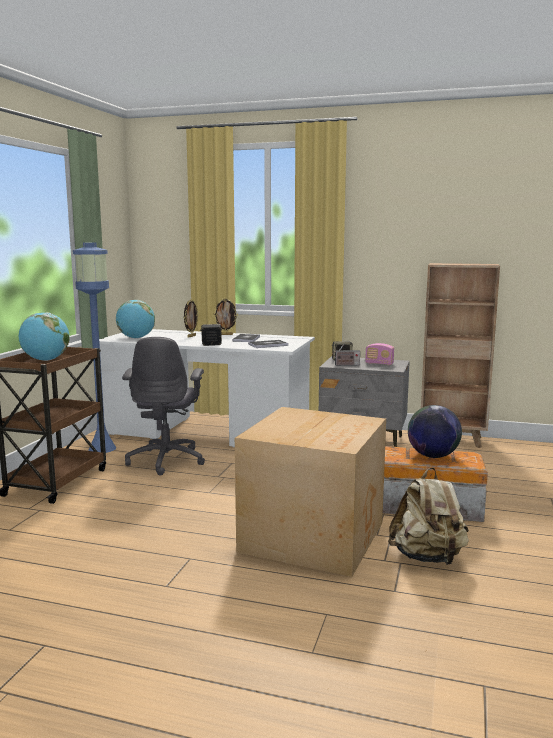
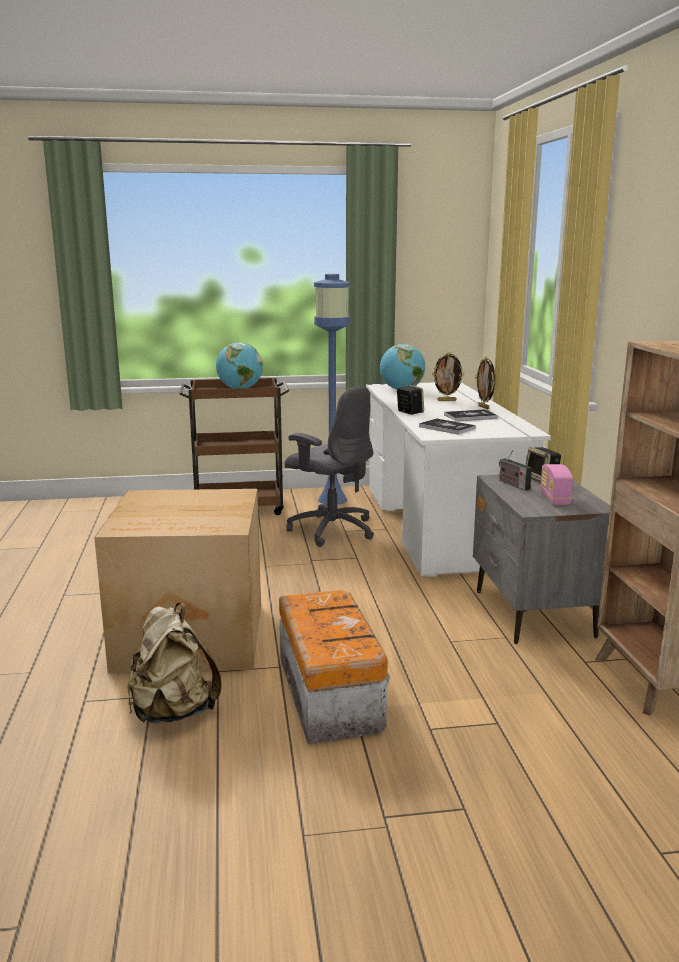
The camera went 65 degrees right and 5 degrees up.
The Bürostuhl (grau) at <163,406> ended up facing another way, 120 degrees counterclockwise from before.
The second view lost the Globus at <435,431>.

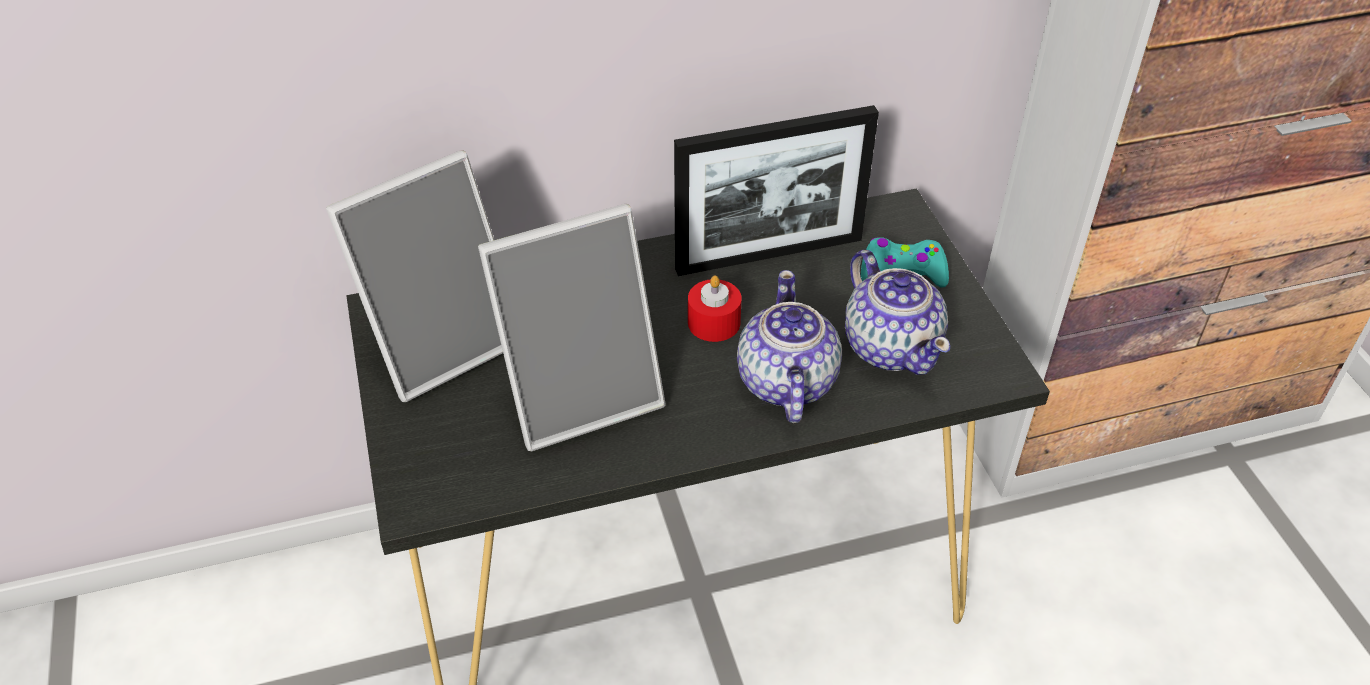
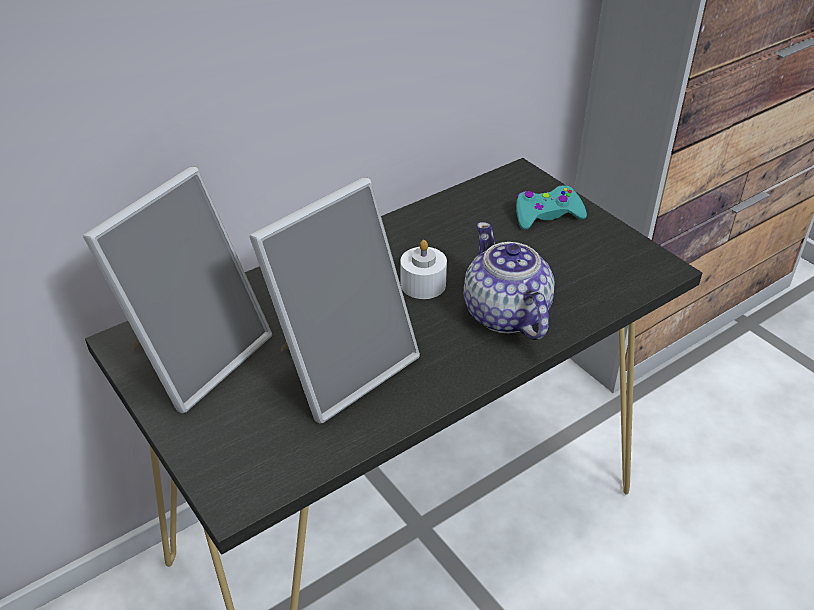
The camera went 20 degrees left and 5 degrees down.
What was the Kerze (rot) at <714,308> turned into the Kerze (weiß) at <423,269>.
The second view lost the Bilderrahmen at <776,190>.
The second view lost the Teekanne at <897,312>.

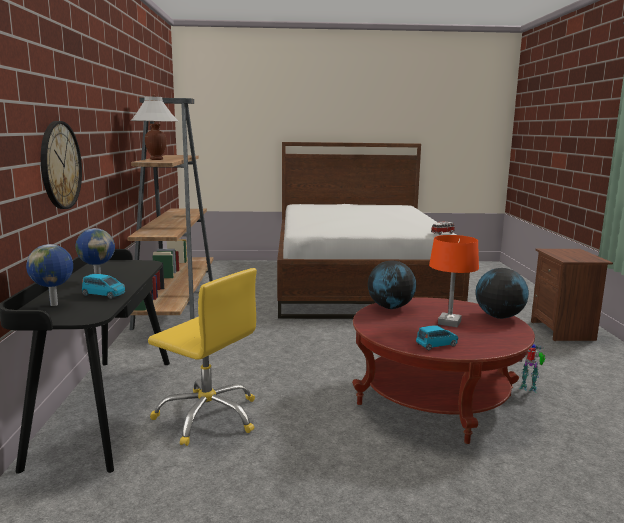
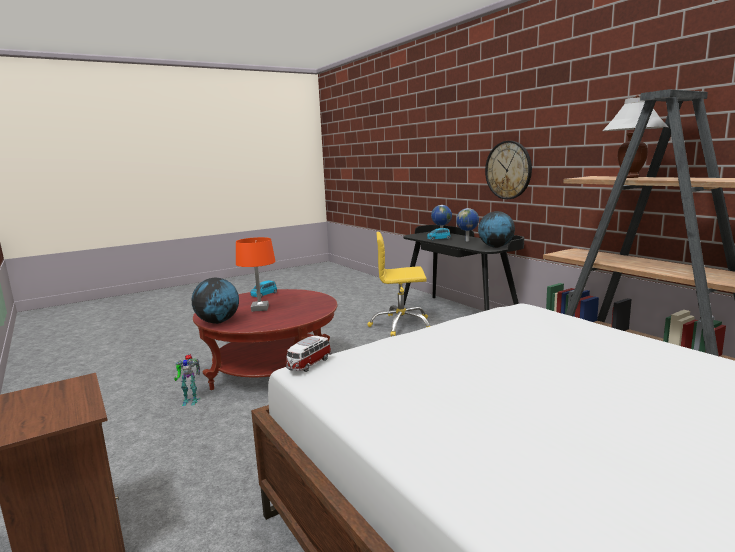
The camera went 150 degrees right and 0 degrees up.
The Globus ended up elsewhere, having gone from <392,284> to <496,229>.

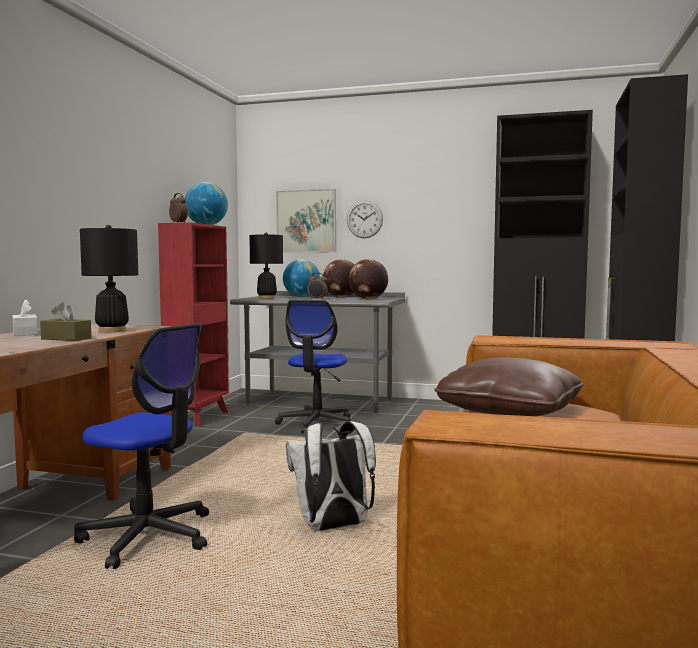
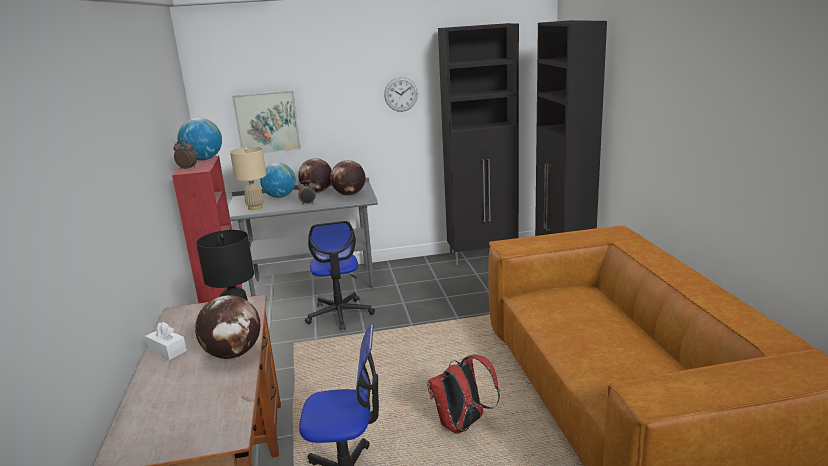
The camera went 25 degrees left and 15 degrees up.
Where the Taschentuchbox (braun) stood at <66,321>, the Globus came to stand at <227,327>.
What was the Tischlampe (schwarz) at <266,265> turned into the Tischlampe (beige) at <248,178>.
The Wanduhr ended up elsewhere, having gone from <365,219> to <401,94>.
What was the Rucksack (weiß) at <331,476> turned into the Rucksack (rot) at <463,394>.
The second view lost the Kissen (braun) at <509,386>.

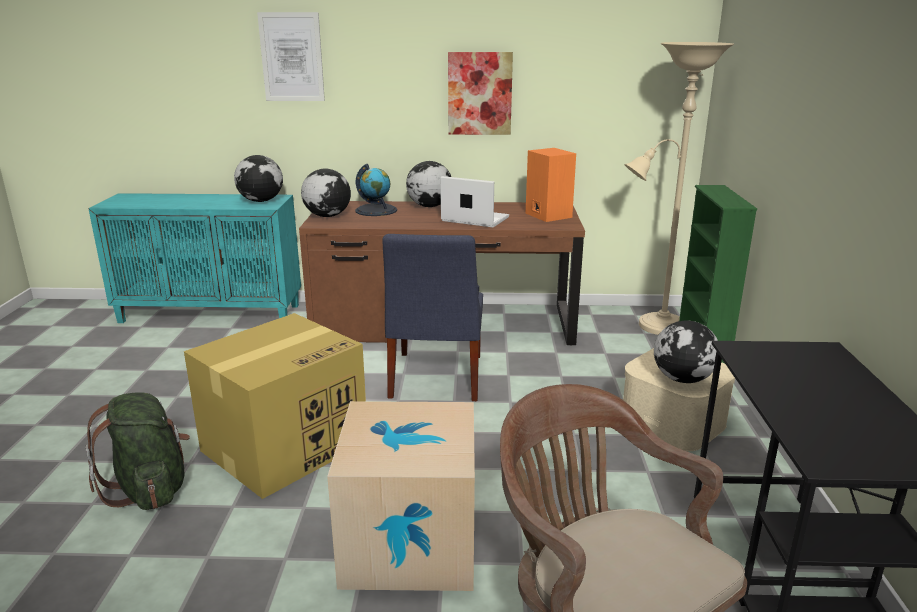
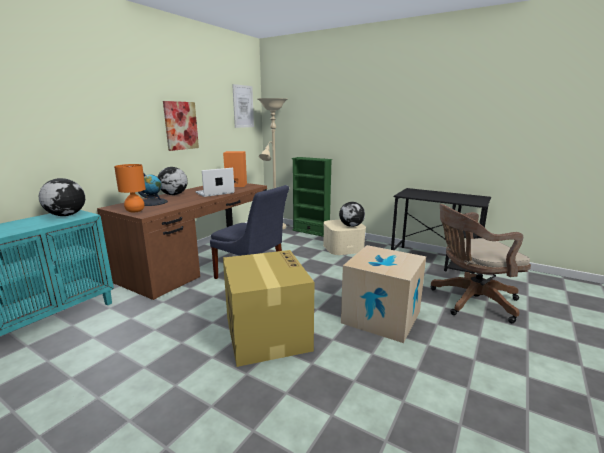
The camera went 60 degrees left and 5 degrees down.
Where the Globus stood at <326,193>, the Tischlampe (orange) came to stand at <130,188>.
The Bild ended up elsewhere, having gone from <291,56> to <243,106>.
The second view lost the Rucksack (grün) at <137,451>.

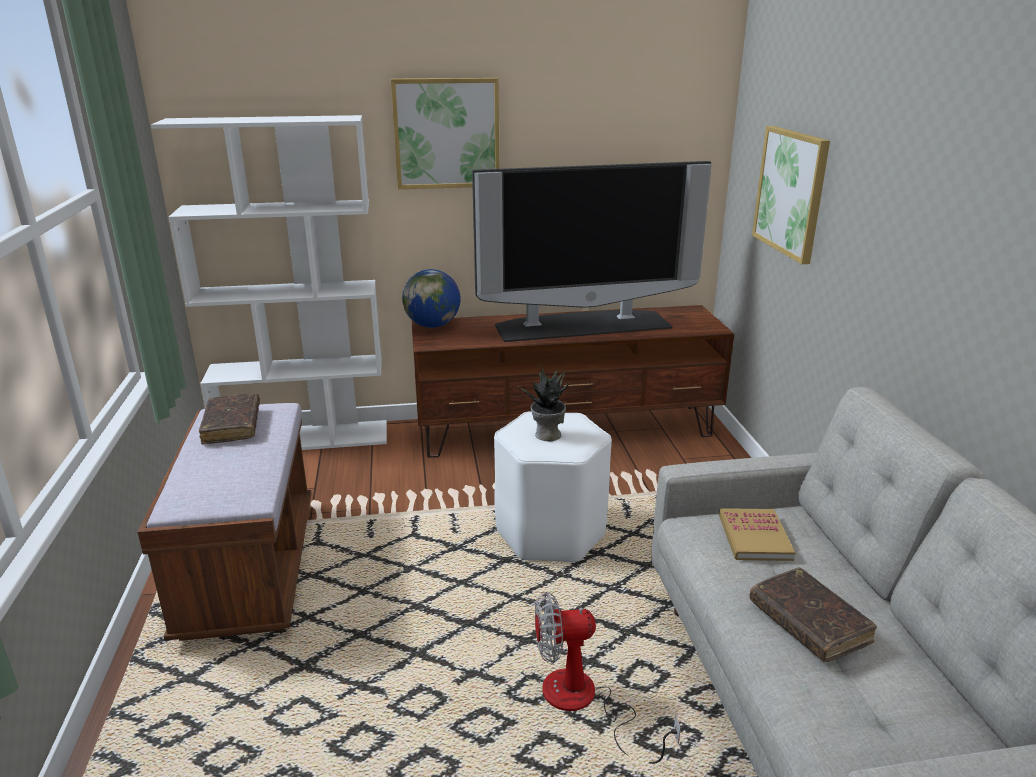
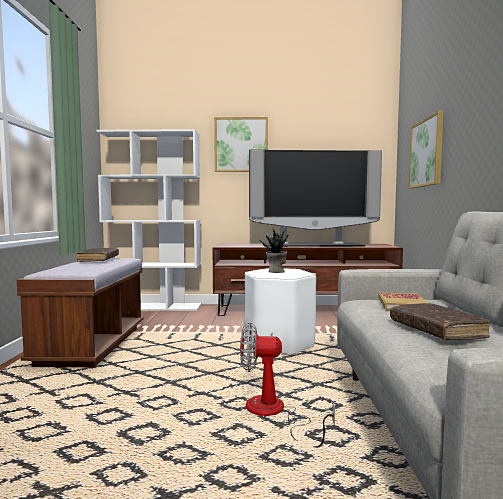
The camera went 10 degrees right and 20 degrees down.
The second view lost the Globus at <431,298>.

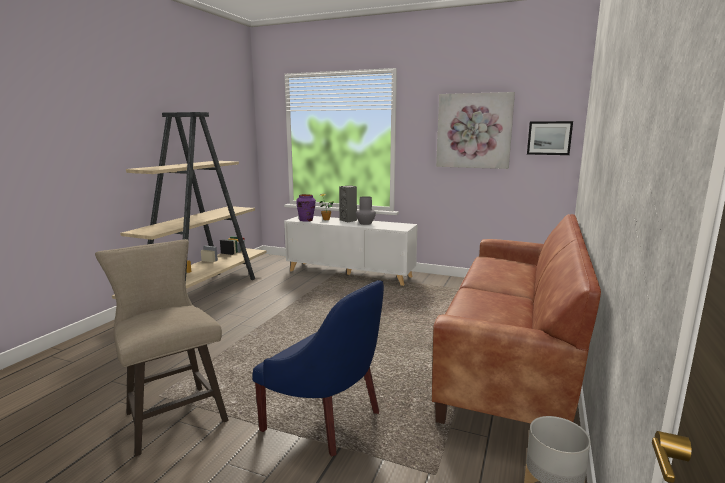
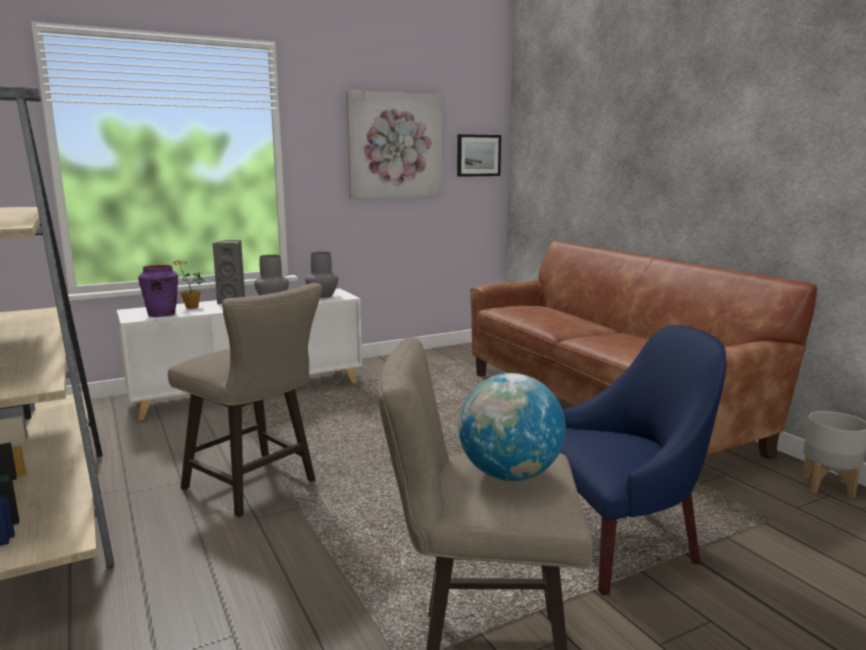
The camera went 50 degrees left and 0 degrees up.
The second view gained the Hocker (beige) at <245,400>.
The second view gained the Vase (grau) at <321,275>.
The second view gained the Globus at <512,427>.

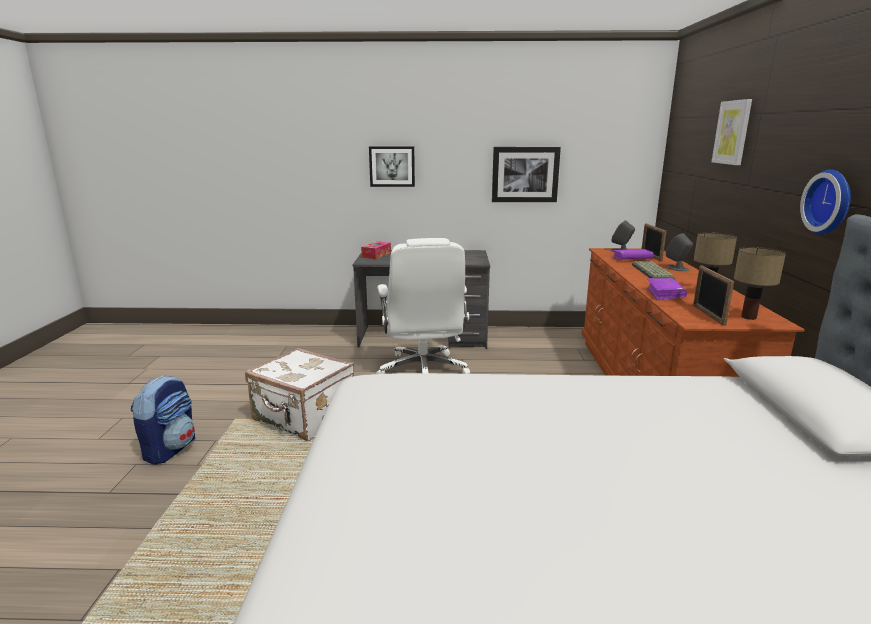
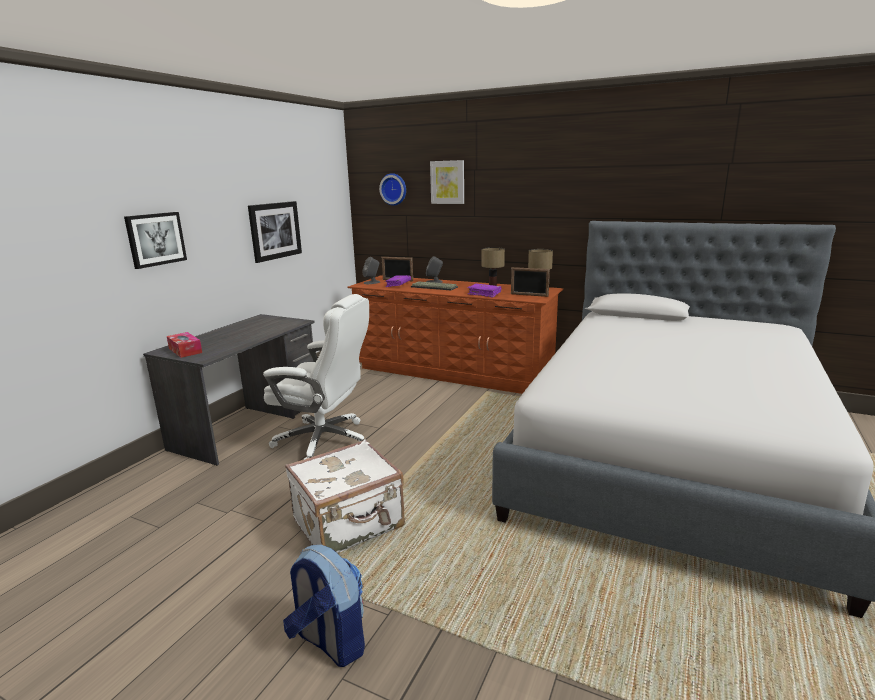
The camera went 65 degrees left and 0 degrees up.
The Wanduhr ended up elsewhere, having gone from <825,202> to <392,189>.

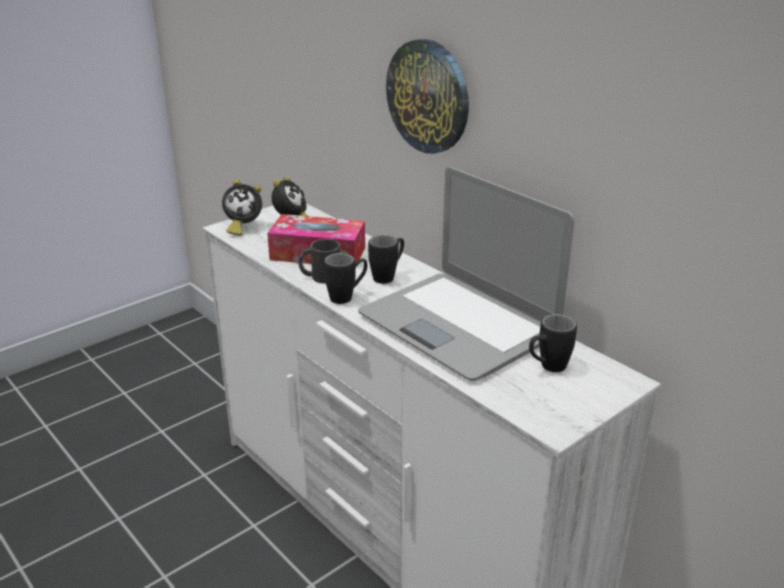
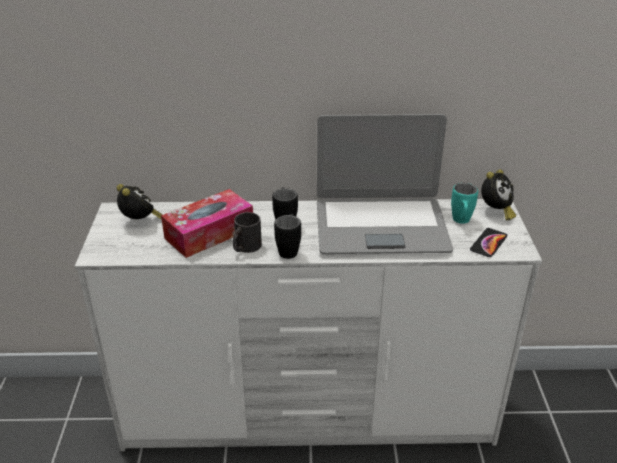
The camera went 50 degrees left and 5 degrees up.
What was the Henkelbecher (schwarz) at <553,343> turned into the Henkelbecher (türkis) at <464,203>.
The second view gained the Handy at <488,242>.
The Wecker ended up elsewhere, having gone from <242,207> to <498,194>.
The second view lost the Wanduhr at <427,96>.

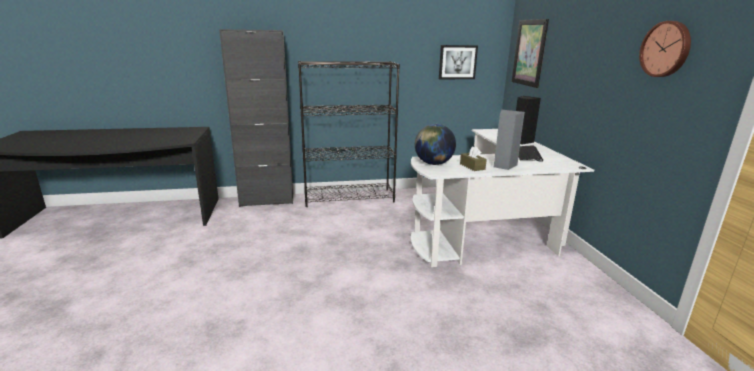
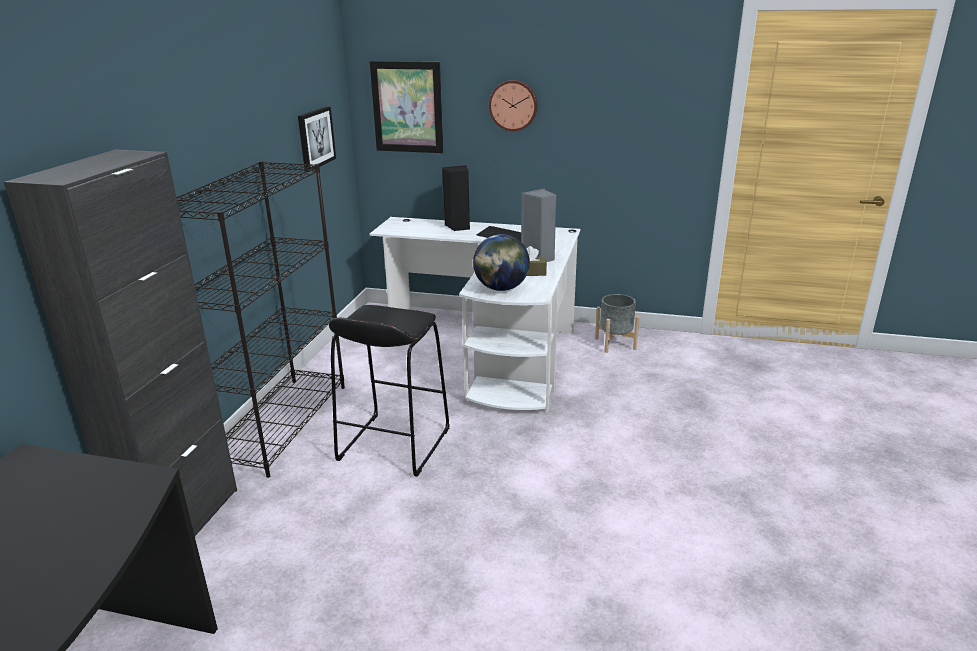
The camera went 65 degrees left and 5 degrees up.
The second view gained the Hocker (schwarz) at <389,391>.
The Wanduhr ended up elsewhere, having gone from <665,49> to <513,105>.
The second view gained the Pflanzkübel (grau) at <617,323>.

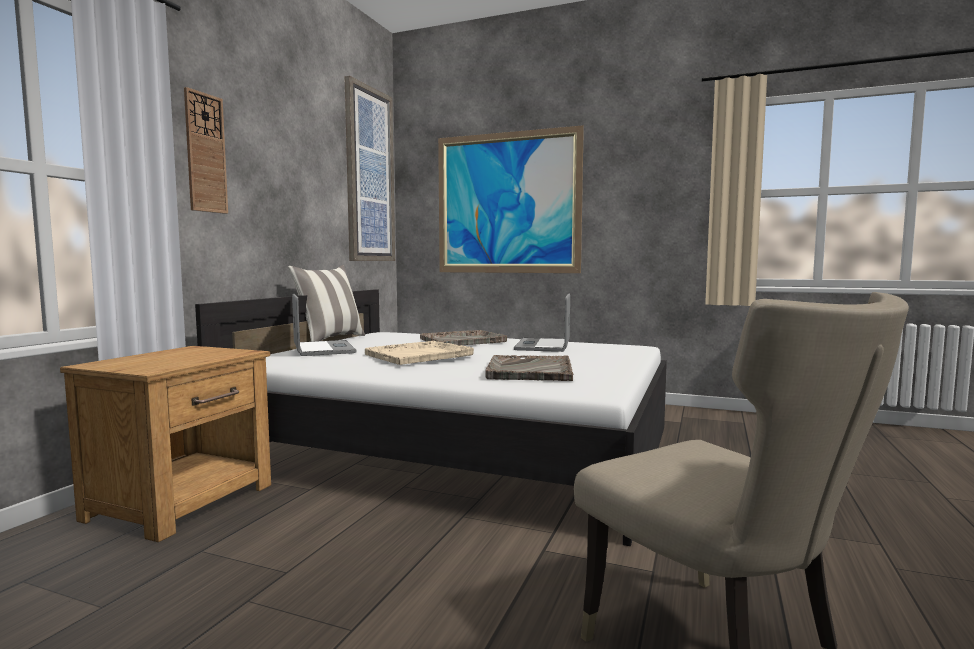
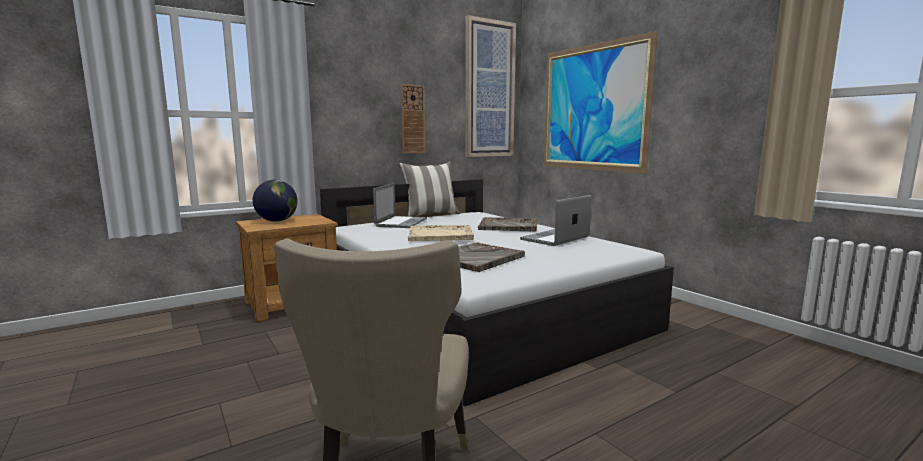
The camera went 35 degrees right and 5 degrees up.
The second view gained the Globus at <275,201>.
The Wanduhr ended up elsewhere, having gone from <206,150> to <413,118>.

